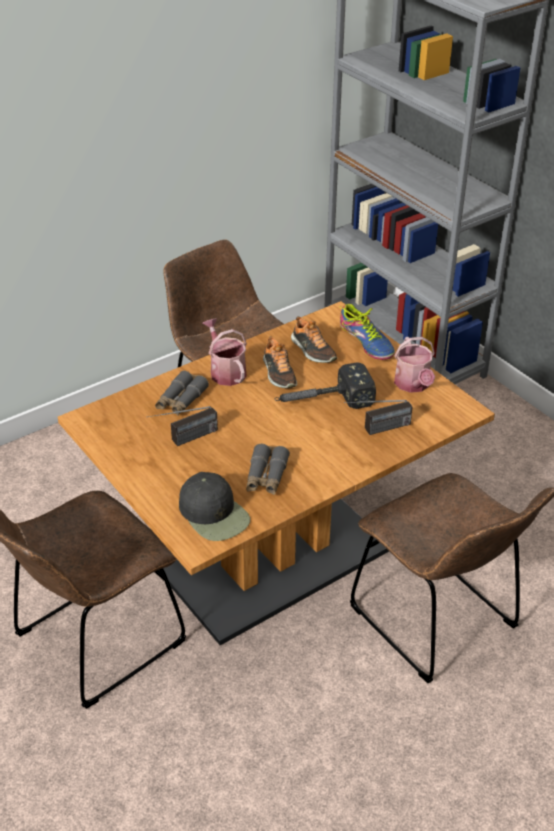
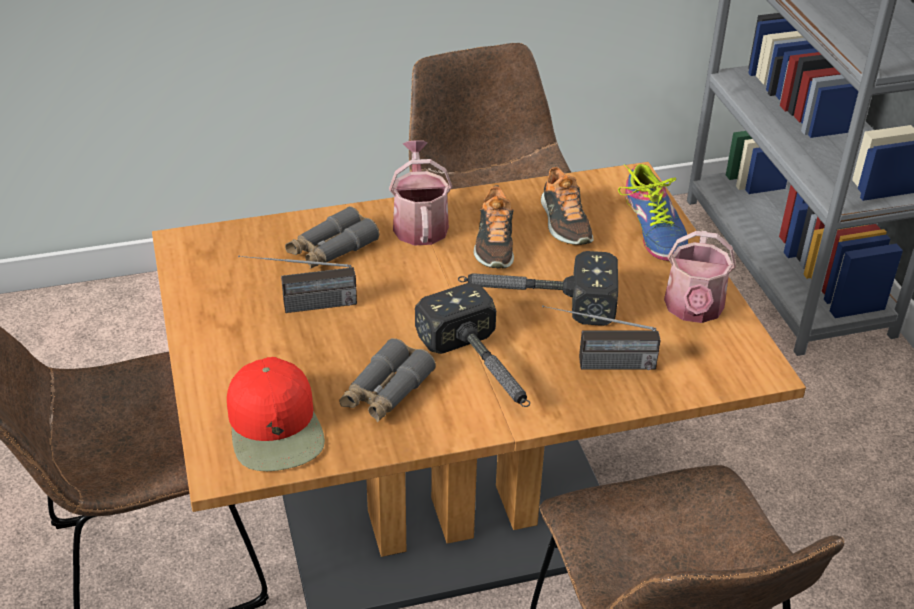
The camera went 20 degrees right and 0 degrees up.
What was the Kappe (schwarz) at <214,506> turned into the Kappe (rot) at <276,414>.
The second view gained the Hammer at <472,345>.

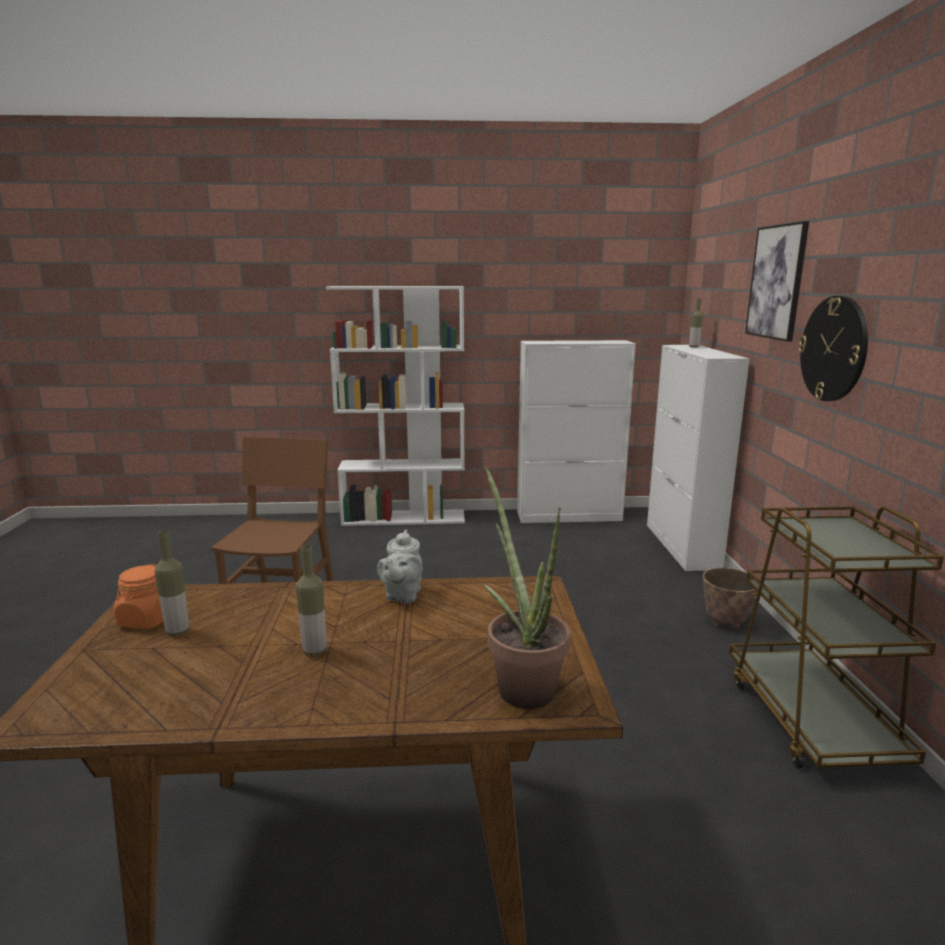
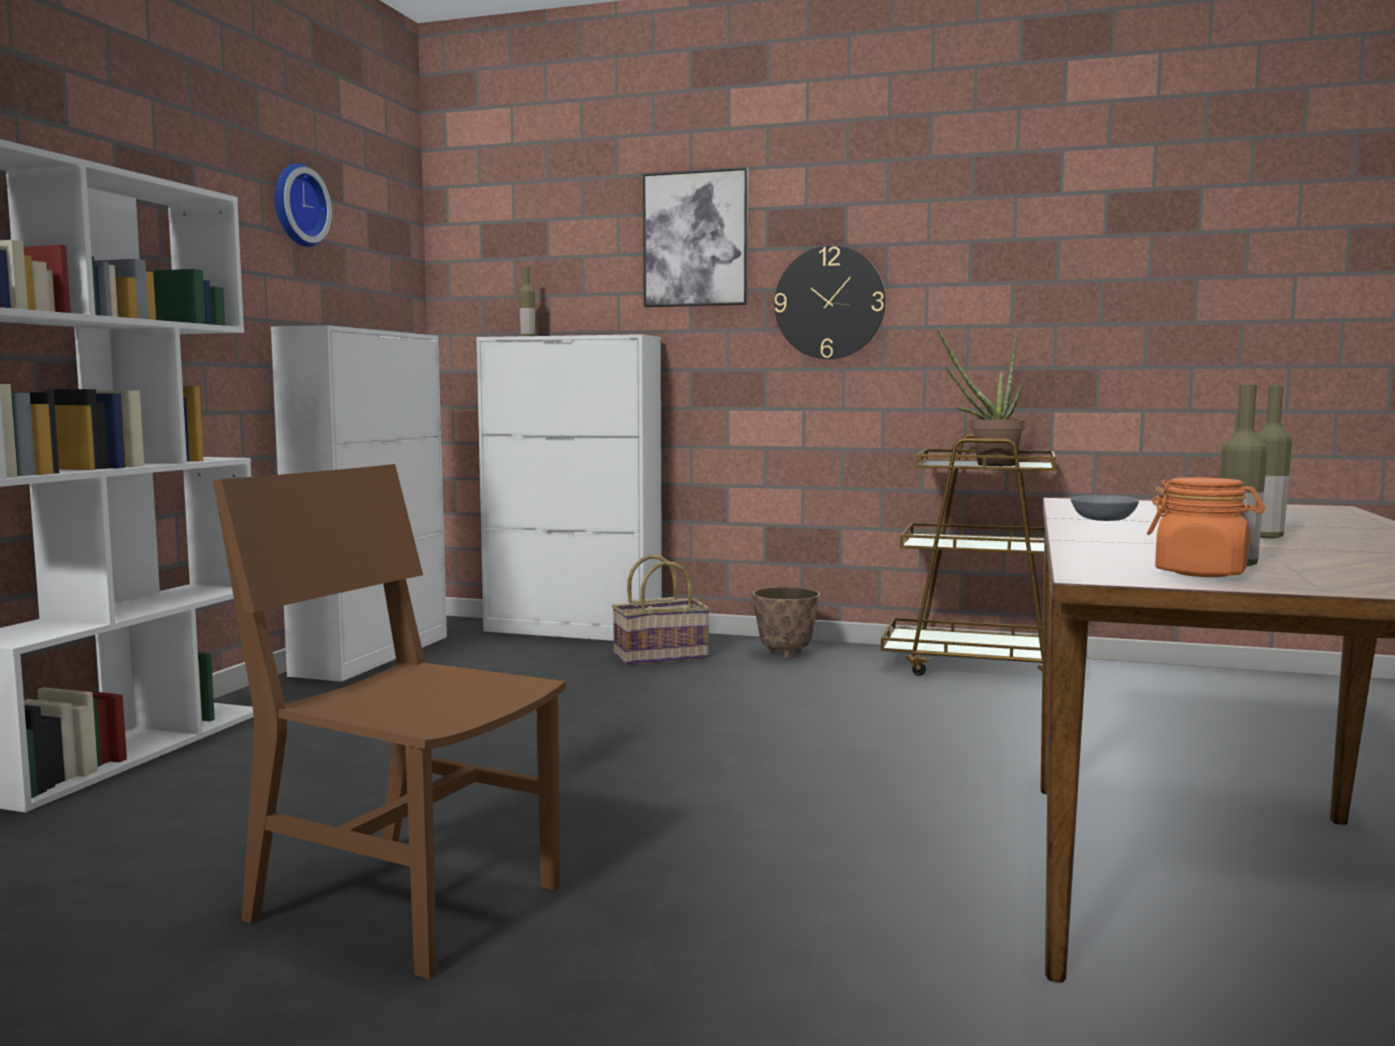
The camera went 70 degrees left and 10 degrees down.
The second view gained the Wanduhr at <303,205>.
The second view gained the Korb at <661,609>.
The Topfpflanze ended up elsewhere, having gone from <526,588> to <981,396>.
Where the Teekanne (grau) stood at <399,566>, the Schüssel (grau) came to stand at <1105,508>.

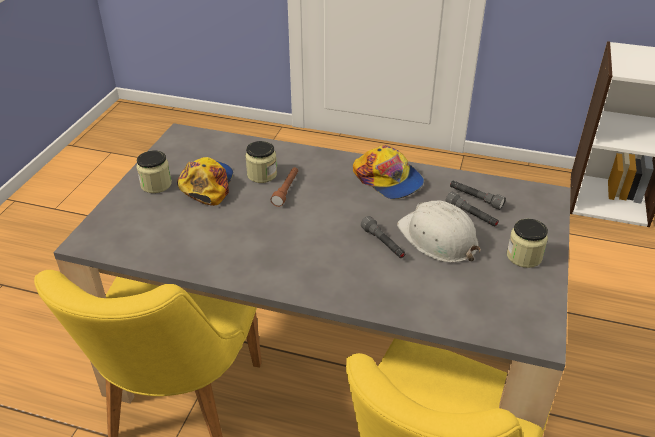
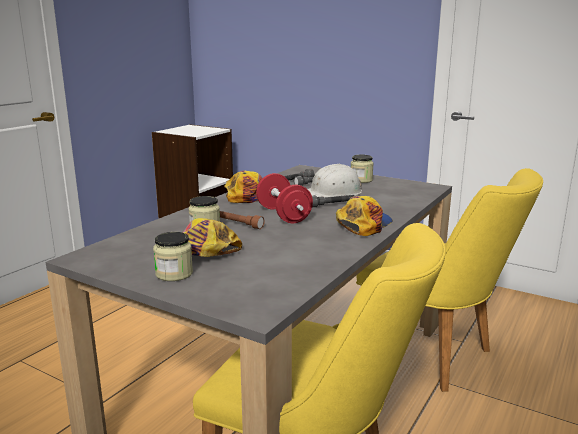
The camera went 75 degrees left and 20 degrees down.
The second view gained the Hantel (rot) at <284,198>.
The second view gained the Kappe at <364,216>.

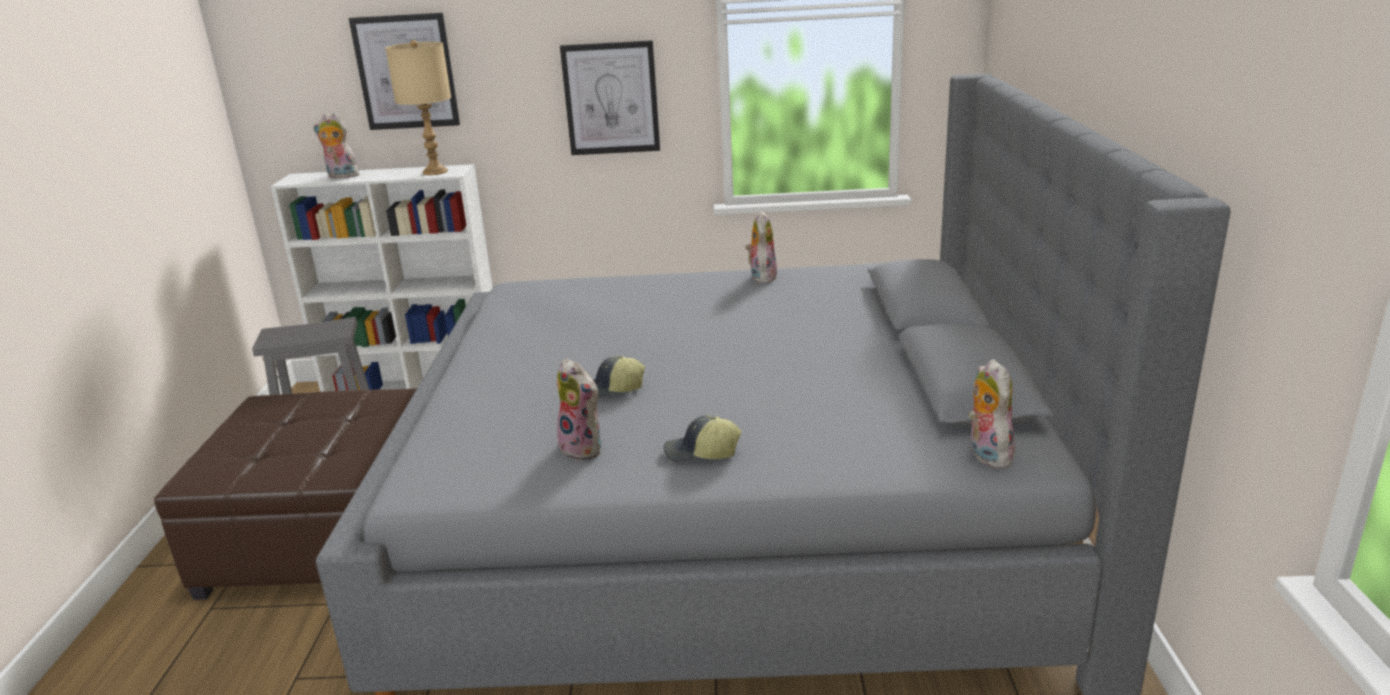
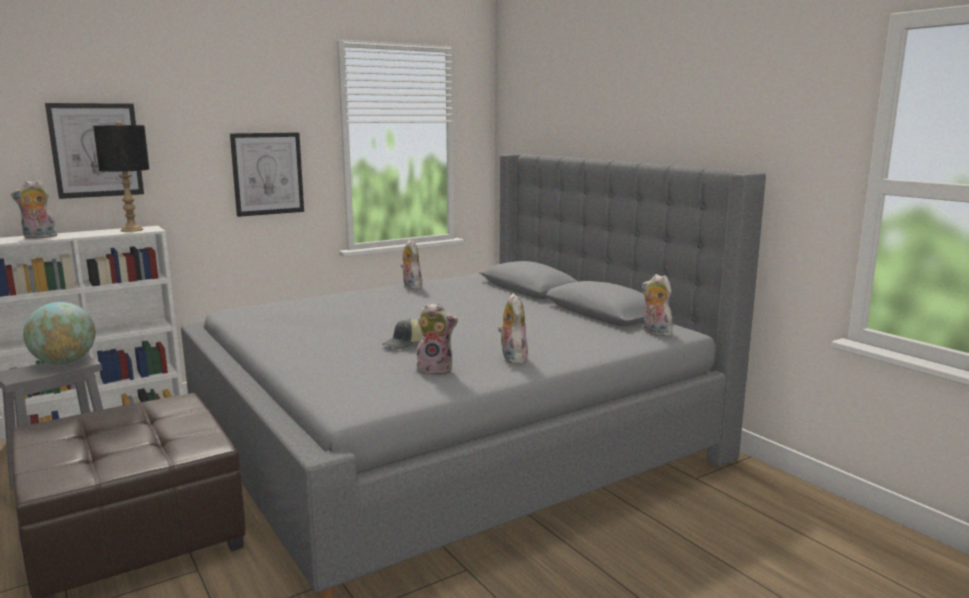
The camera went 35 degrees left and 10 degrees down.
The second view gained the Globus at <59,333>.
What was the Tischlampe (beige) at <418,107> turned into the Tischlampe (schwarz) at <121,176>.
Where the Kappe stood at <702,438>, the Plüschtier came to stand at <513,328>.

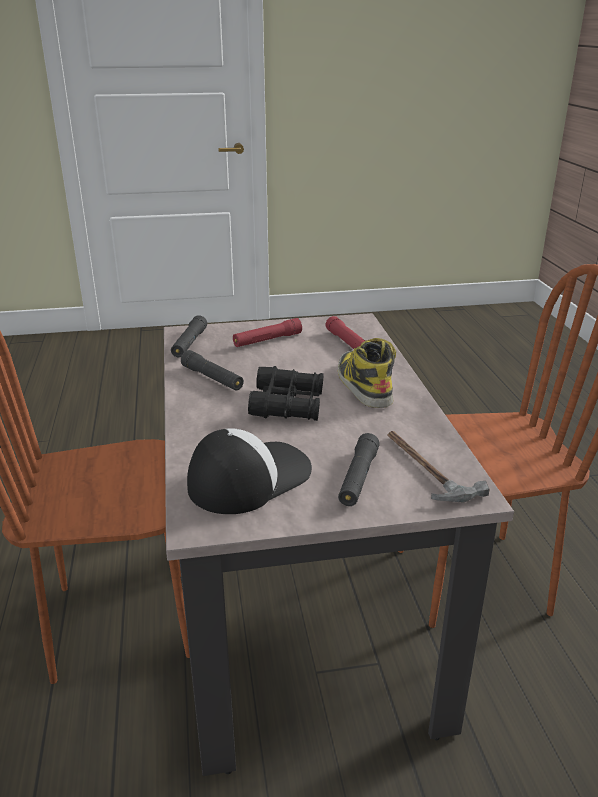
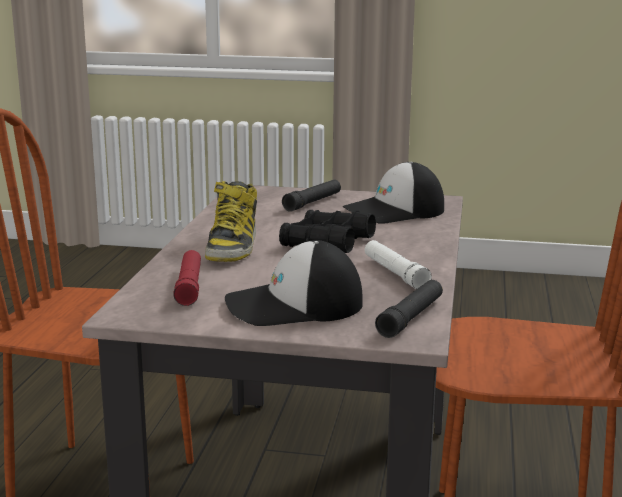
The camera went 160 degrees left and 10 degrees down.
Where the Taschenlampe (rot) stood at <267,332>, the Kappe came to stand at <294,283>.
What was the Taschenlampe (schwarz) at <212,370> turned into the Taschenlampe (weiß) at <398,264>.
The second view lost the Hammer at <439,467>.

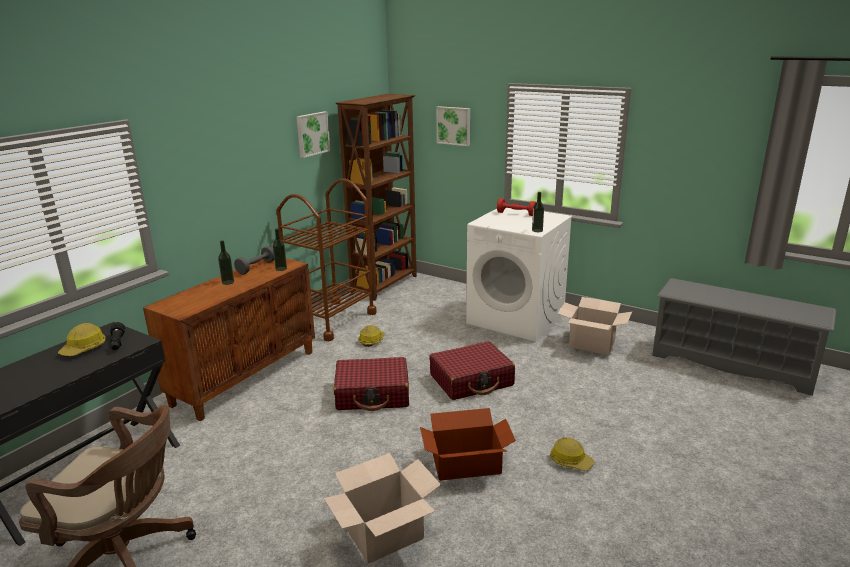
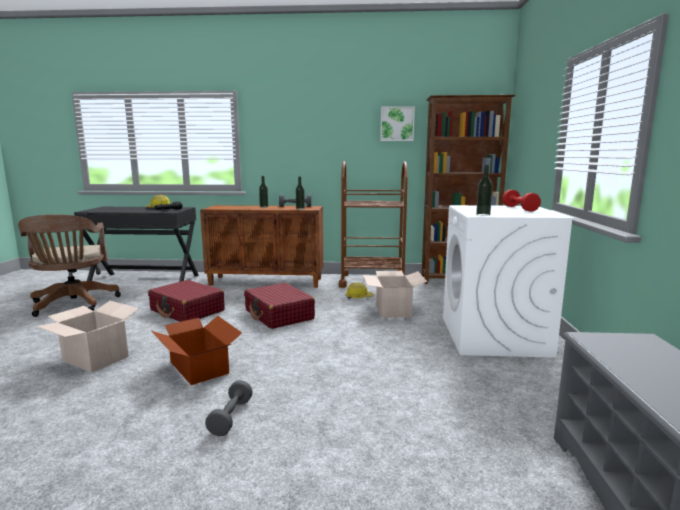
The camera went 60 degrees right and 10 degrees down.
The Koffer (rot) ended up elsewhere, having gone from <472,370> to <186,301>.
Where the Schutzhelm stood at <572,454>, the Hantel (grau) came to stand at <229,408>.
The Karton ended up elsewhere, having gone from <594,326> to <395,294>.
The second view lost the Bild at <453,126>.

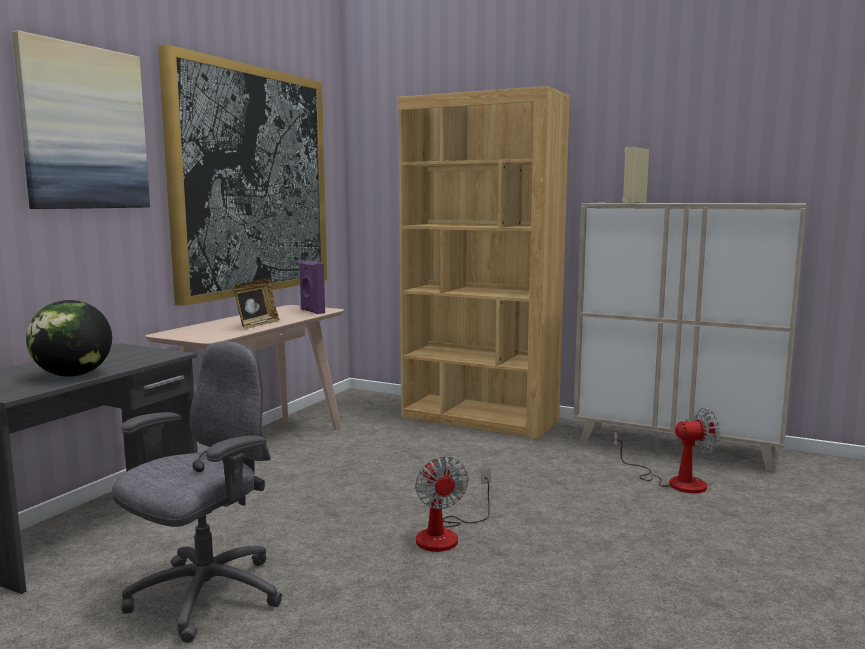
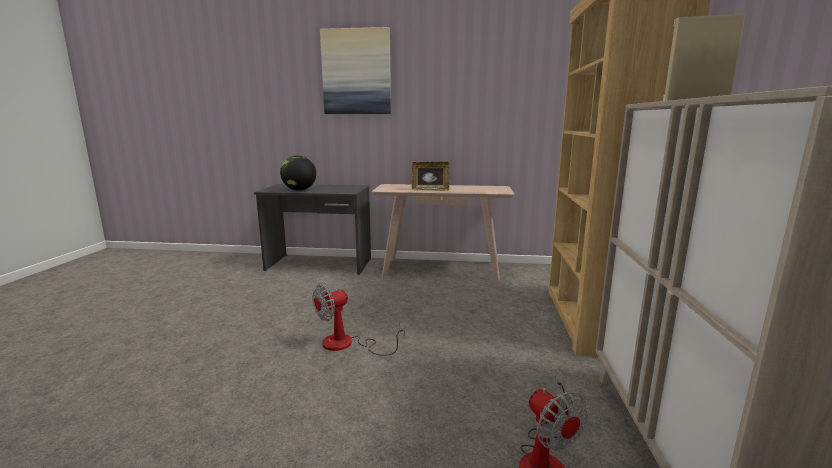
The camera went 70 degrees right and 5 degrees up.
The second view lost the Bürostuhl (grau) at <197,492>.
The second view lost the Bild at <242,175>.
The second view lost the Lautsprecher (lila) at <312,287>.

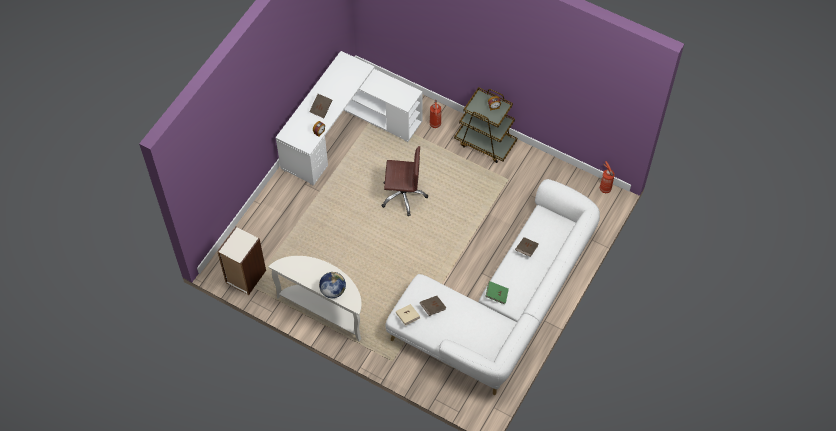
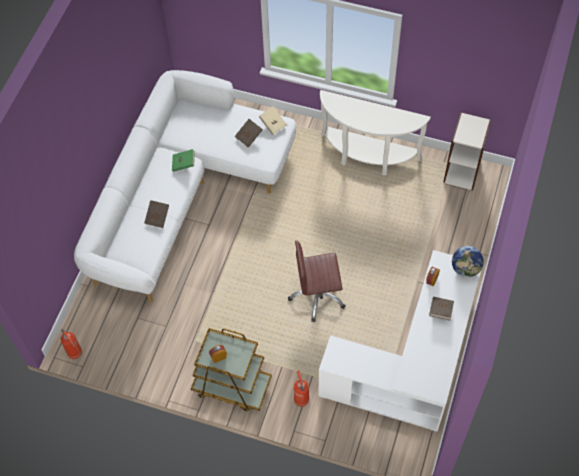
The camera went 170 degrees right and 0 degrees up.
The Globus ended up elsewhere, having gone from <332,285> to <468,262>.

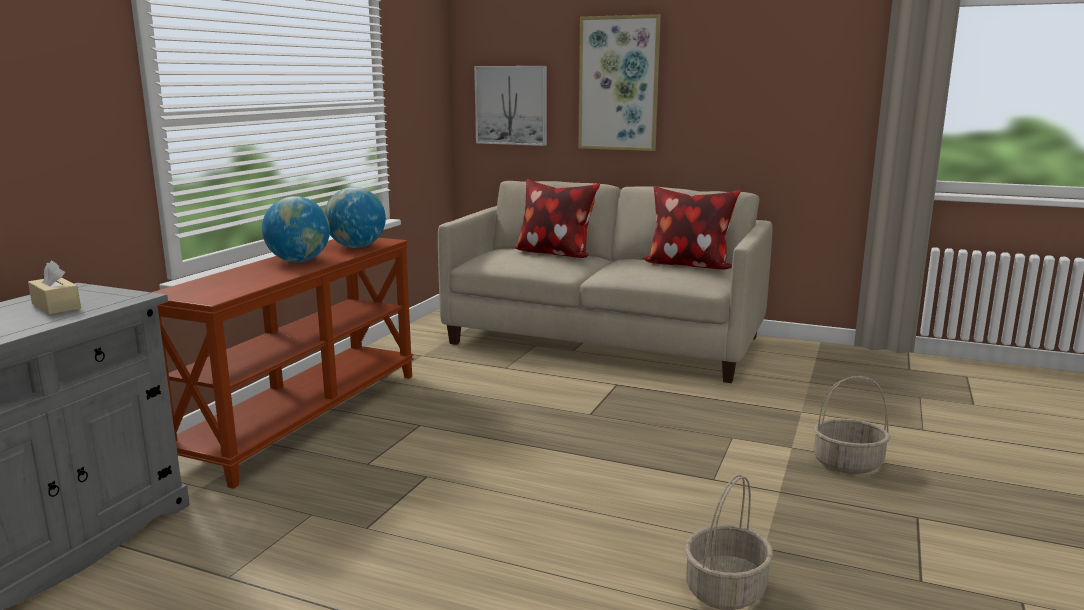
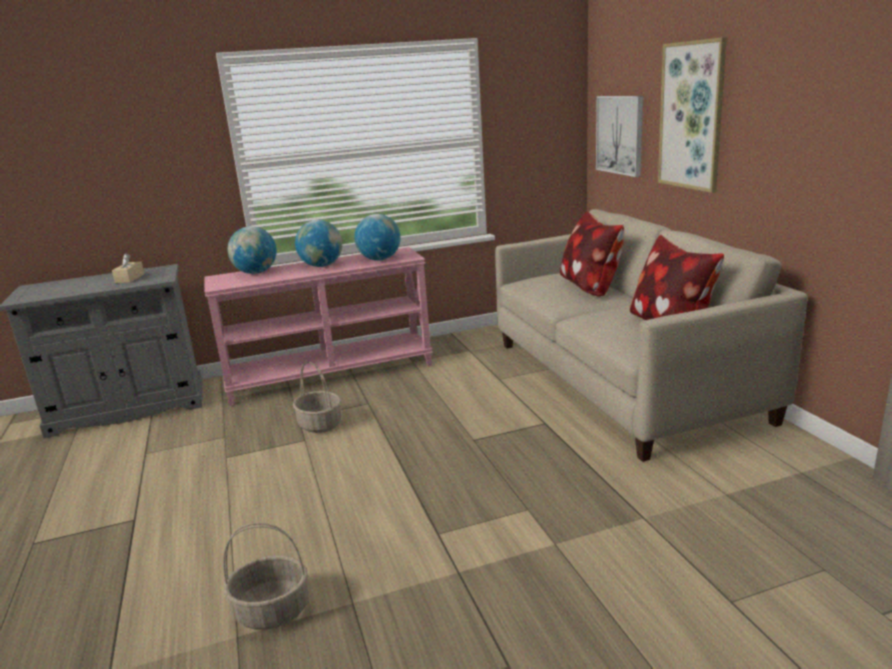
The camera went 50 degrees right and 5 degrees up.
What was the Konsolentisch (braun) at <283,363> turned into the Konsolentisch (rosa) at <318,326>.
The second view gained the Globus at <252,250>.
The Korb ended up elsewhere, having gone from <852,425> to <317,397>.

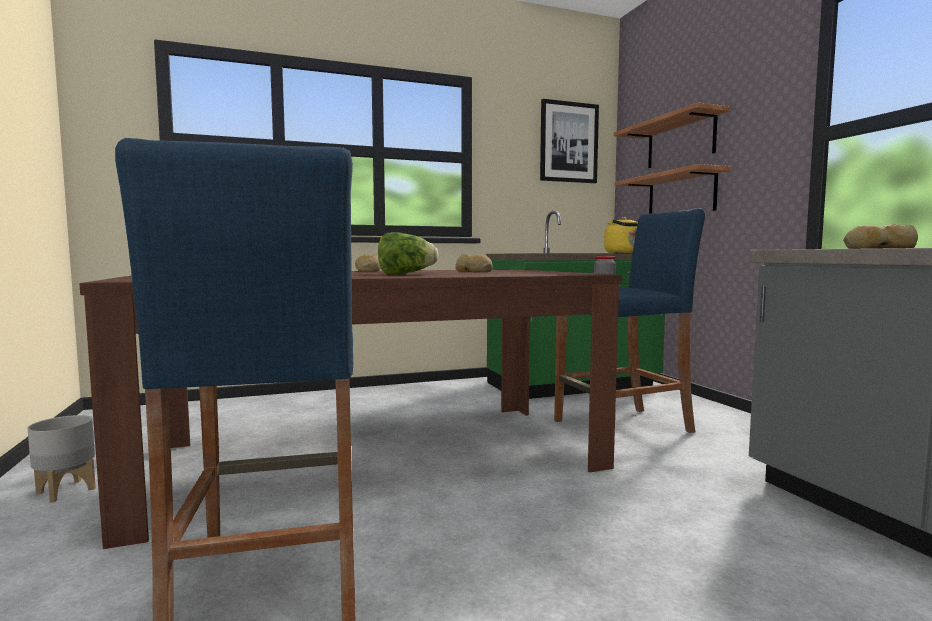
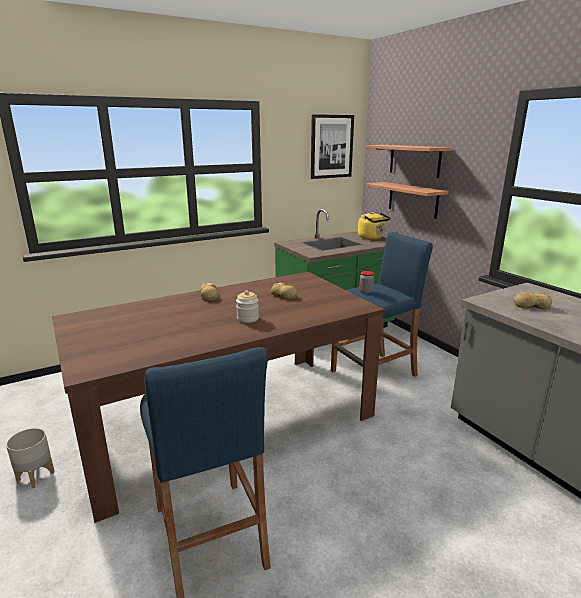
The camera went 10 degrees left and 15 degrees up.
Where the Salatkopf stood at <408,253>, the Vorratsglas came to stand at <247,306>.

